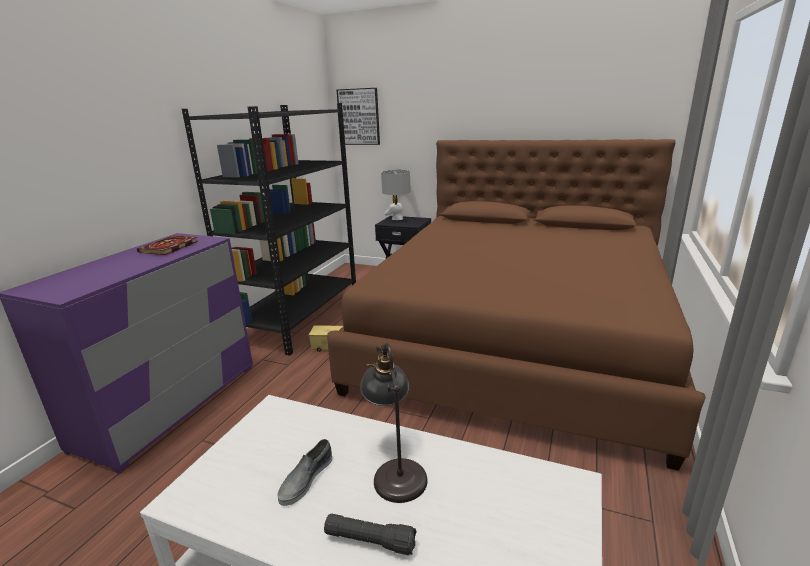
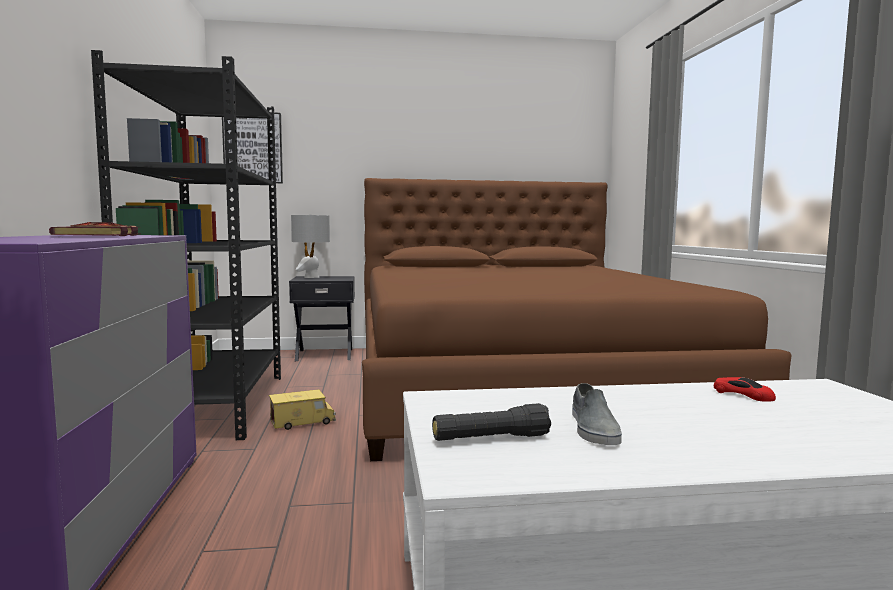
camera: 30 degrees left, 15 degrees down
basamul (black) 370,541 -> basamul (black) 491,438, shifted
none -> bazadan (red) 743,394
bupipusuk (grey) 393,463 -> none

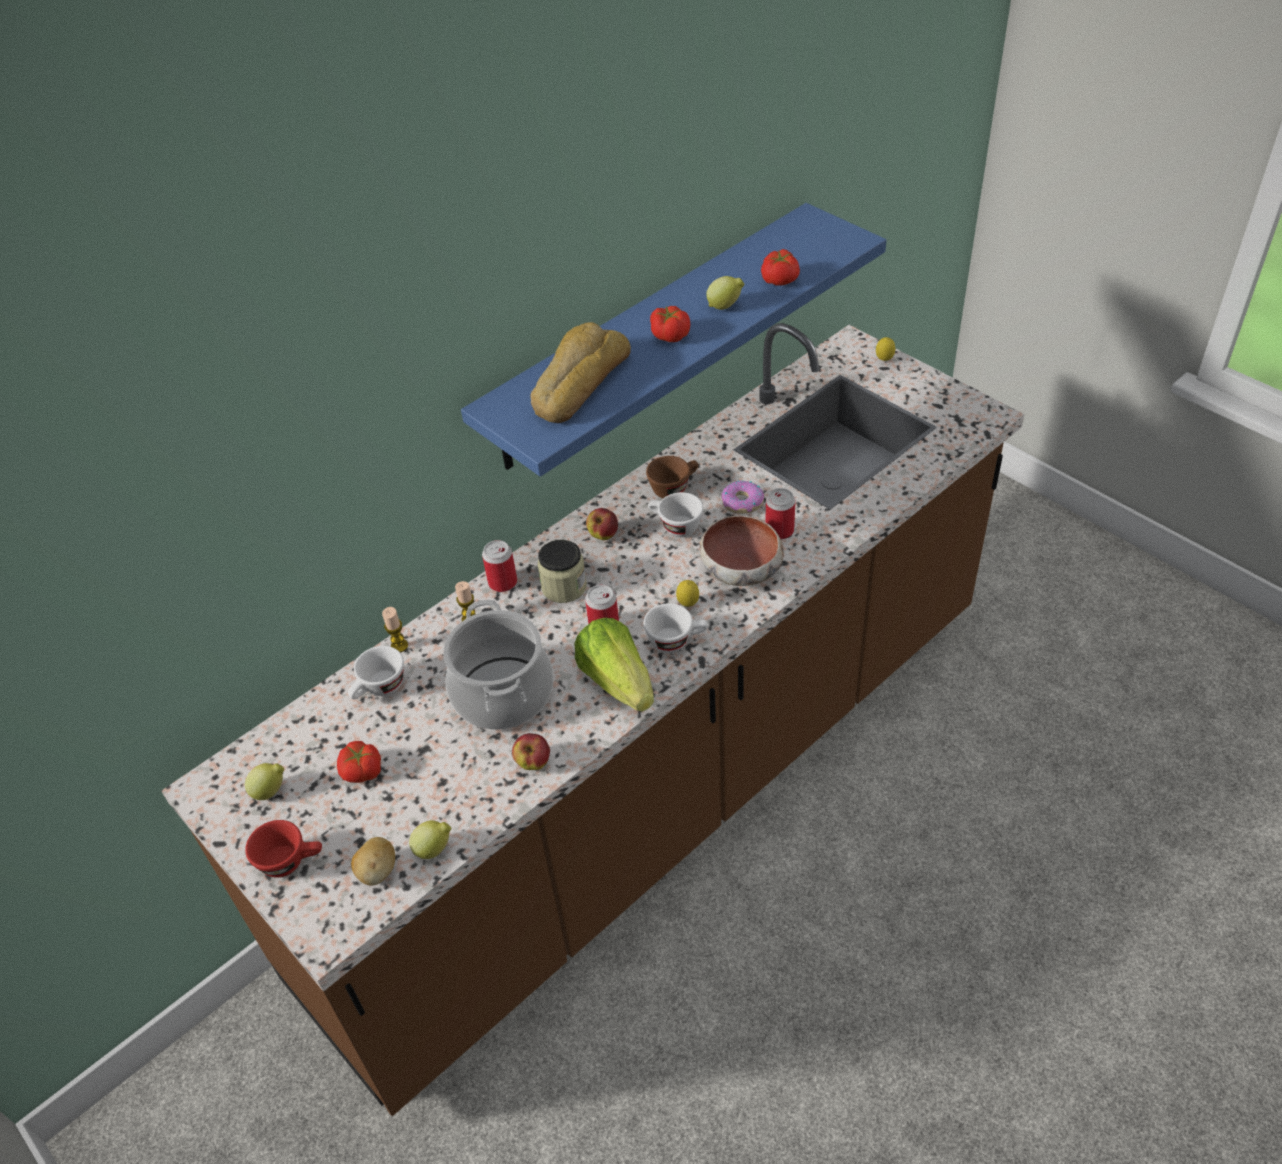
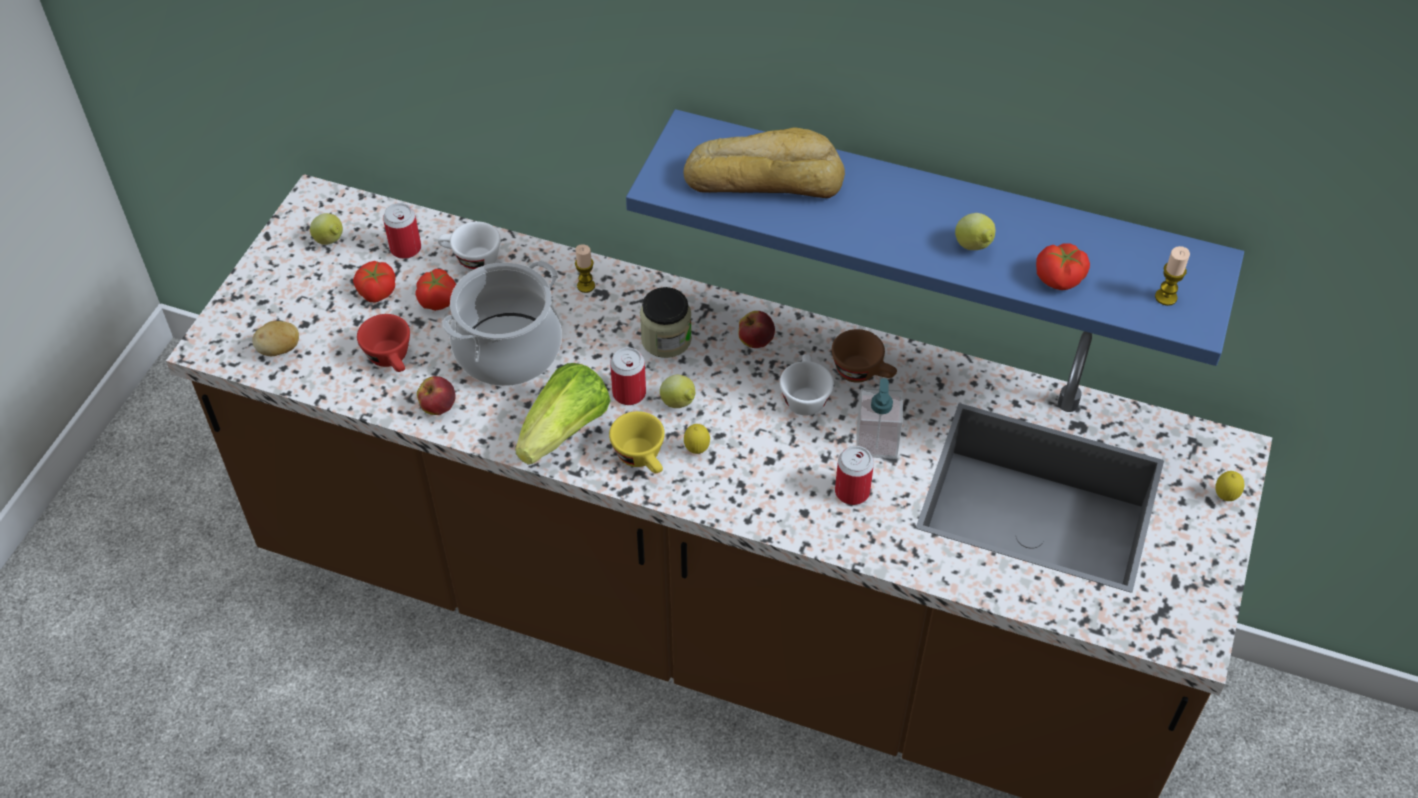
camera: 60 degrees right, 5 degrees up
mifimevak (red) 291,860 -> mifimevak (red) 392,359, shifted
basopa 503,582 -> basopa 405,248, shifted
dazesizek 670,335 -> dazesizek 439,299, shifted
mifimevak (white) 676,640 -> mifimevak (yellow) 643,459
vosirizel 434,849 -> vosirizel 679,404, shifted
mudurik 742,502 -> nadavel 876,442
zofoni 399,646 -> zofoni 1166,297, shifted
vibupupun 742,570 -> none

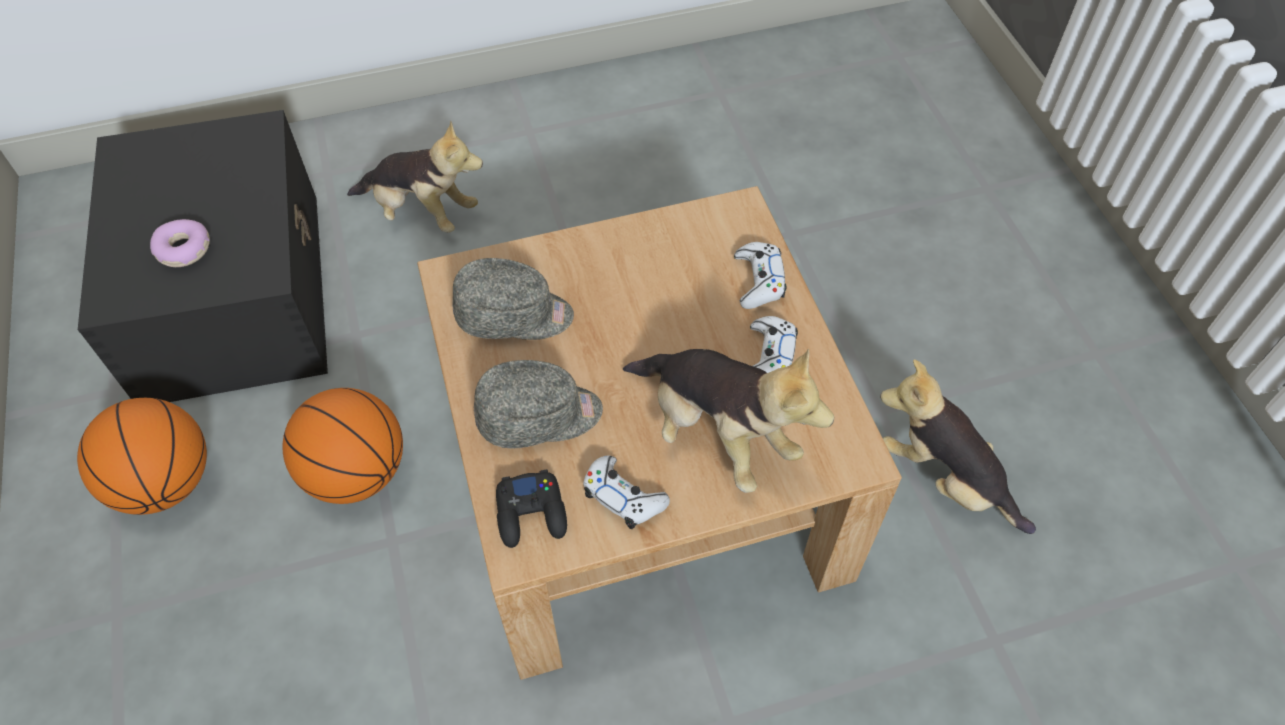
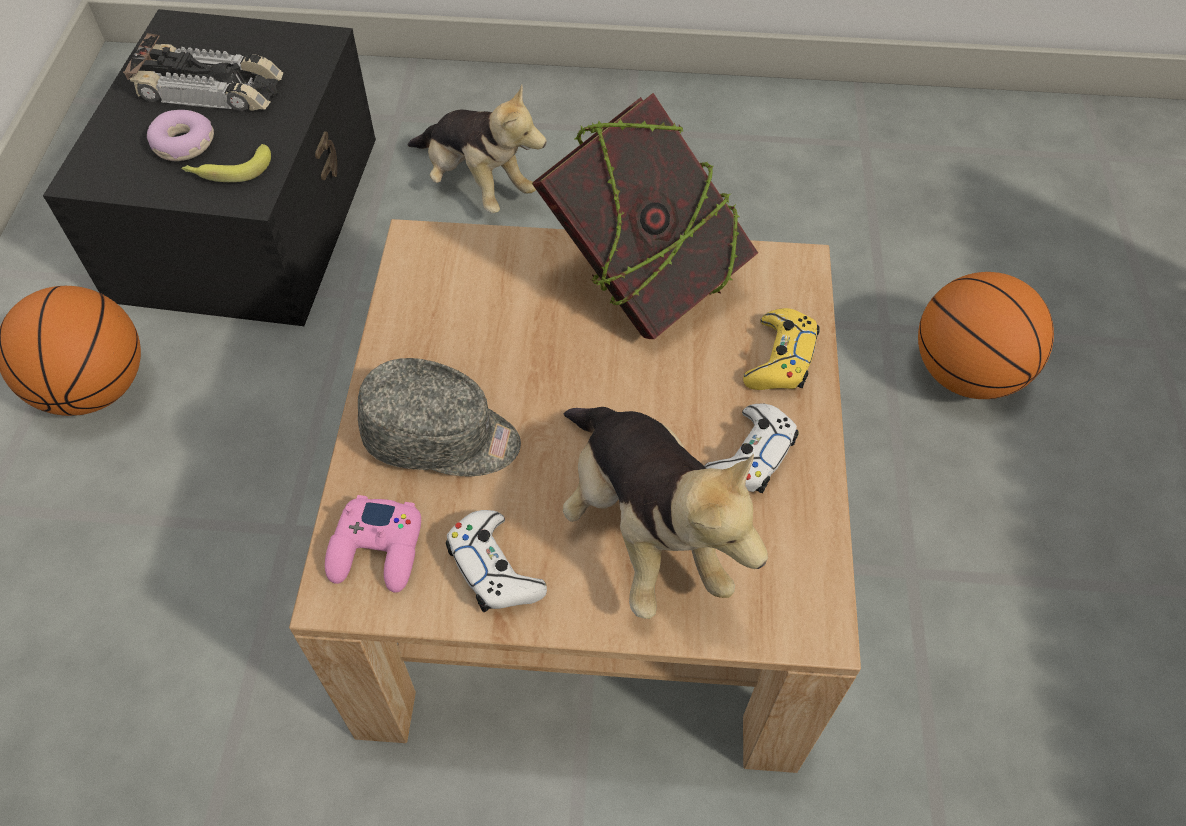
camera: 20 degrees right, 0 degrees up
none -> bazadan 212,88
none -> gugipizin 229,170
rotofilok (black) 532,513 -> rotofilok (pink) 378,550
none -> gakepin 642,282
rotofilok (white) 759,281 -> rotofilok (yellow) 780,359
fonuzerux 356,473 -> fonuzerux 965,373, shifted
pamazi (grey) 514,315 -> none
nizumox 944,478 -> none

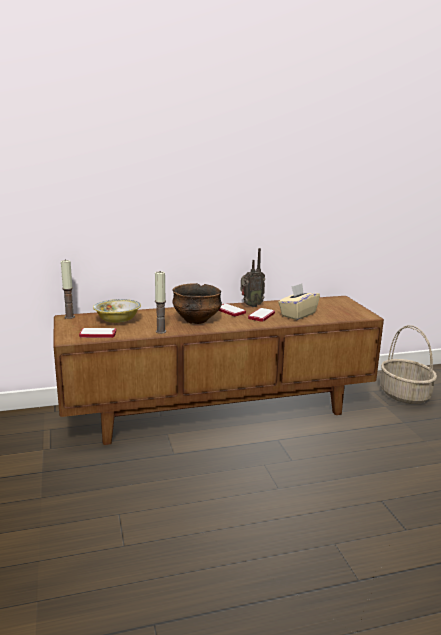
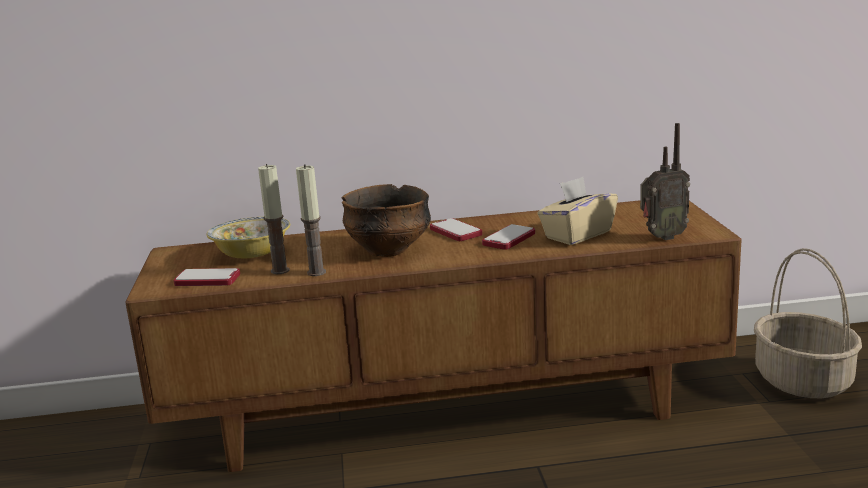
camera: 10 degrees right, 0 degrees up
zofoni 69,317 -> zofoni 280,271, shifted
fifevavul 250,305 -> fifevavul 661,237, shifted

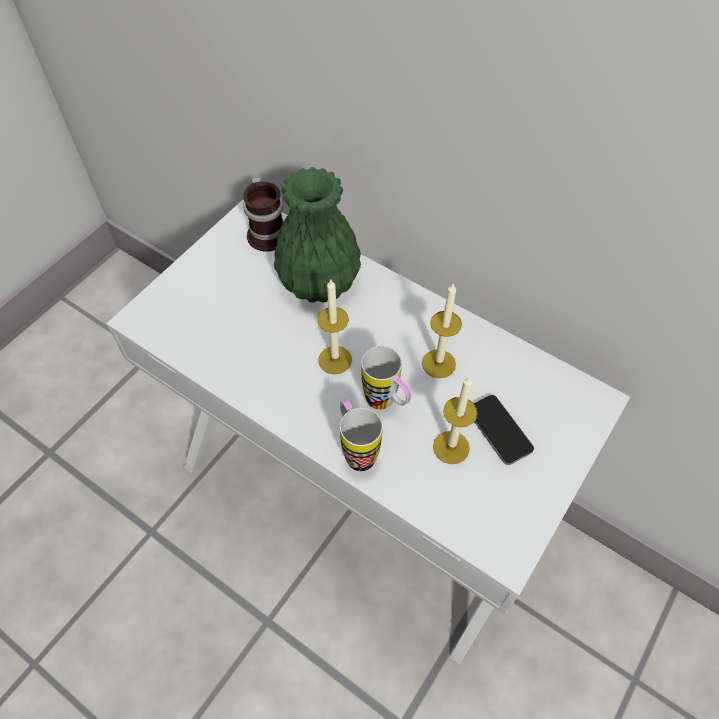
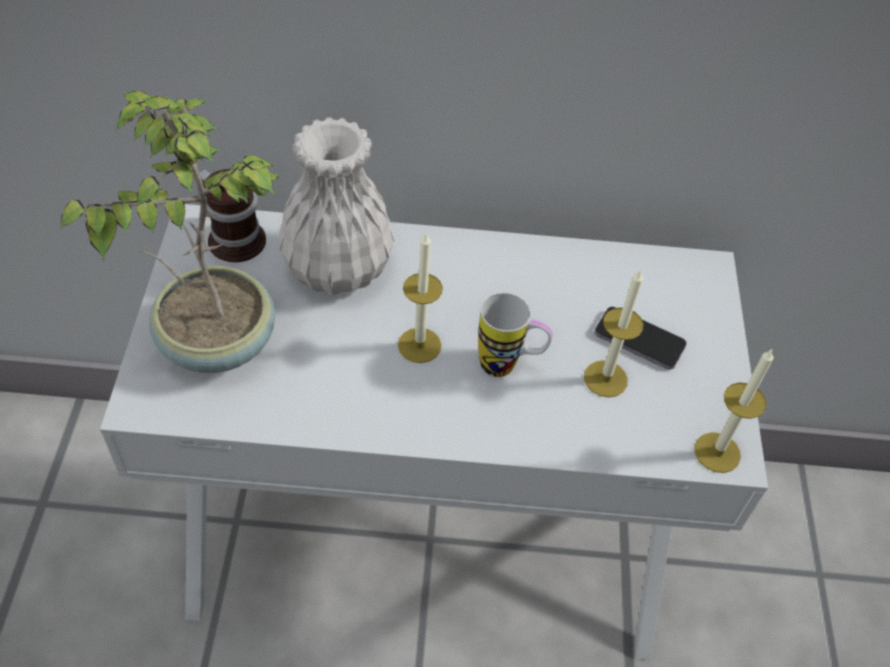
camera: 35 degrees left, 5 degrees down
none -> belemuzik 215,340
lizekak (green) 319,282 -> lizekak (white) 339,269
zofoni 438,363 -> zofoni 717,452, shifted
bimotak 356,450 -> none

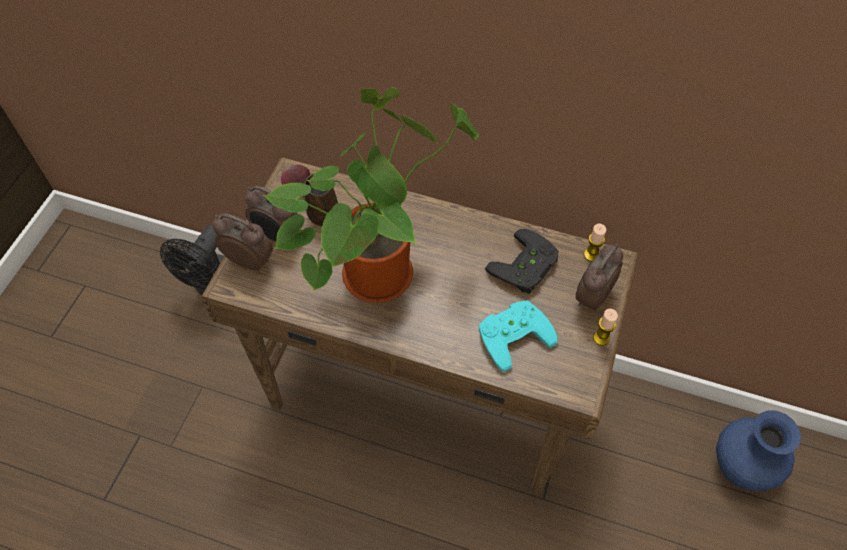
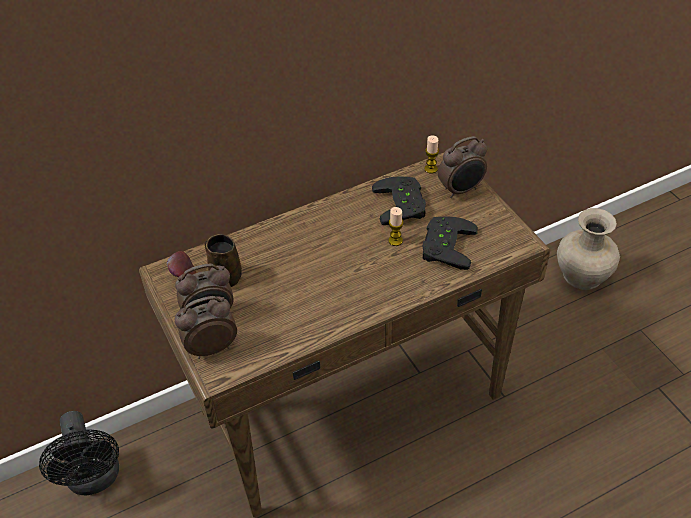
camera: 45 degrees left, 10 degrees down
zofoni 601,338 -> zofoni 395,241, shifted
rotofilok (turquoise) 512,333 -> rotofilok (black) 444,245
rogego 591,297 -> rogego 461,190, 105 degrees counterclockwise
lizekak (blue) 743,465 -> lizekak (beige) 582,274
belemuzik 379,268 -> none

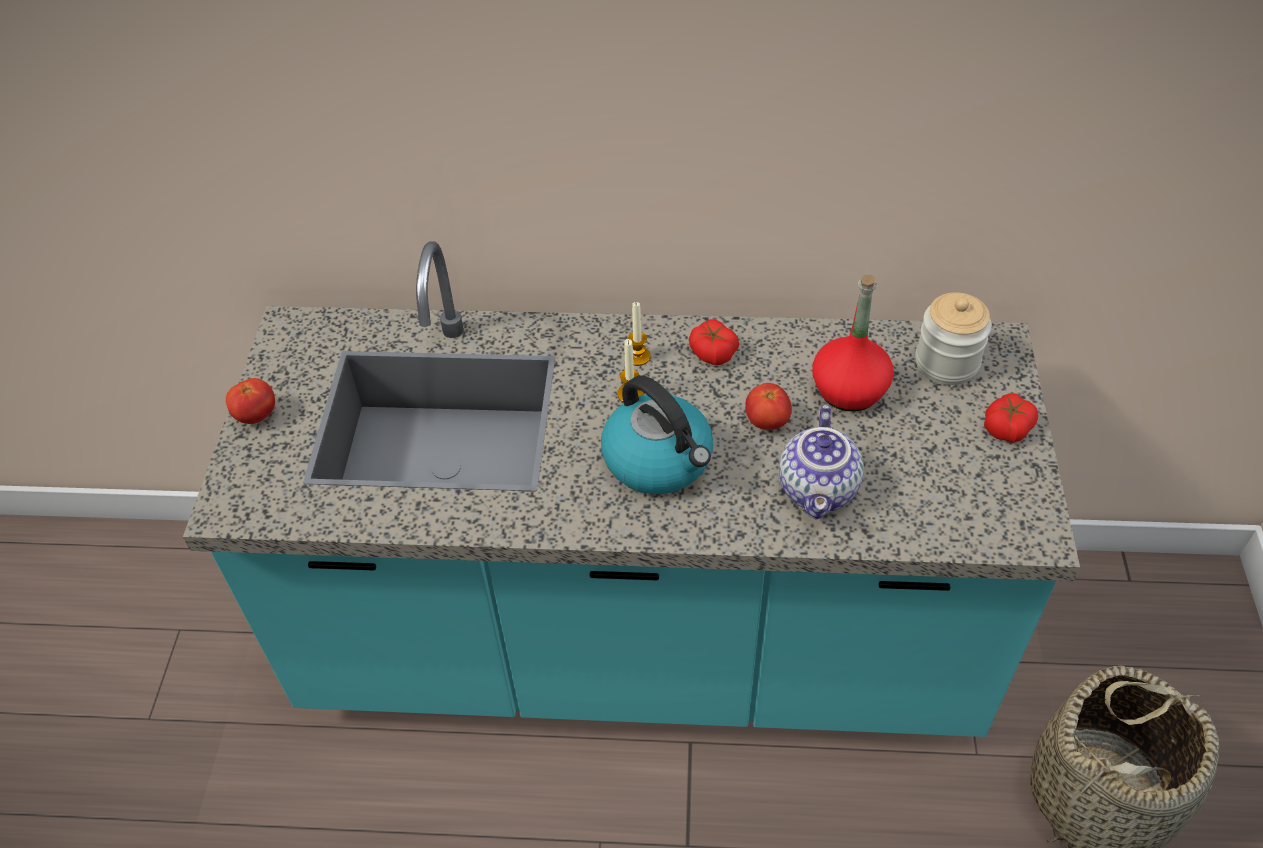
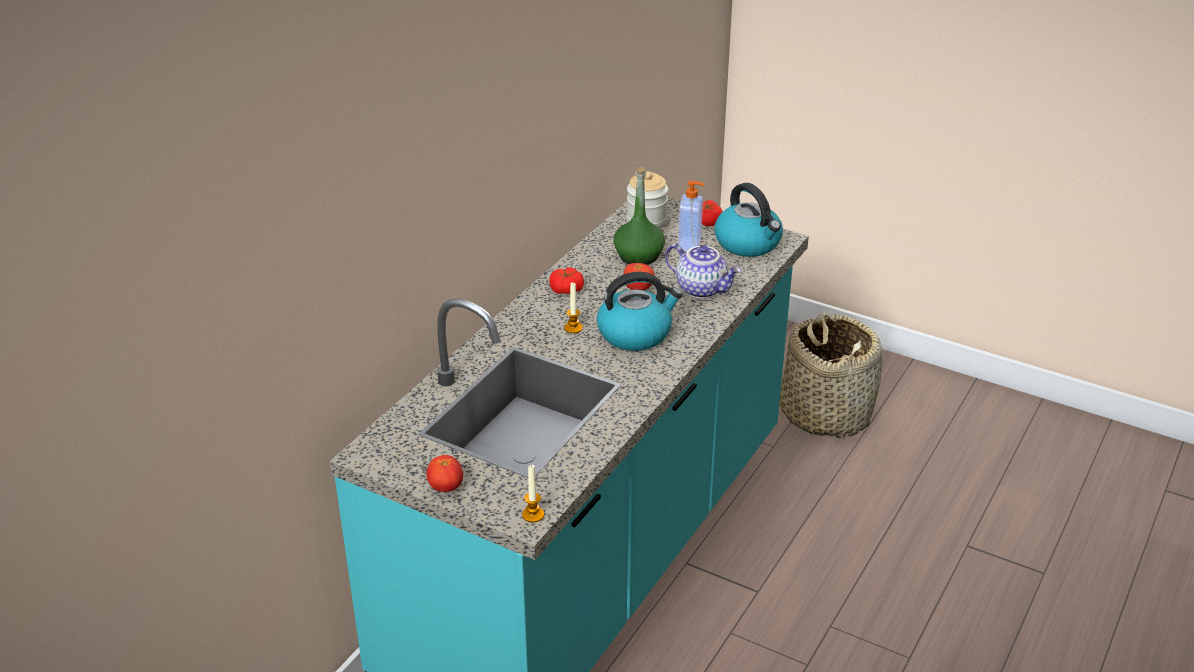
camera: 65 degrees left, 15 degrees down
zofoni 637,356 -> zofoni 533,515, shifted
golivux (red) 849,390 -> golivux (green) 639,256
none -> nadavel 690,245
none -> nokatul 749,243

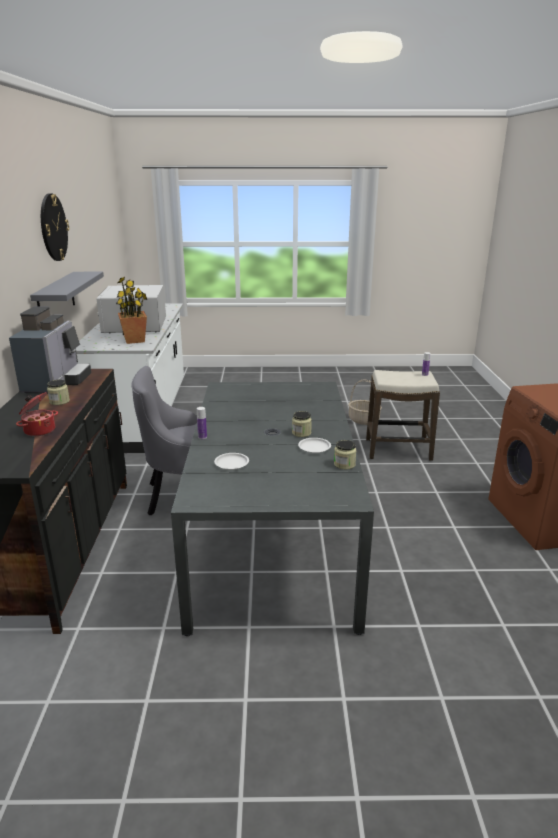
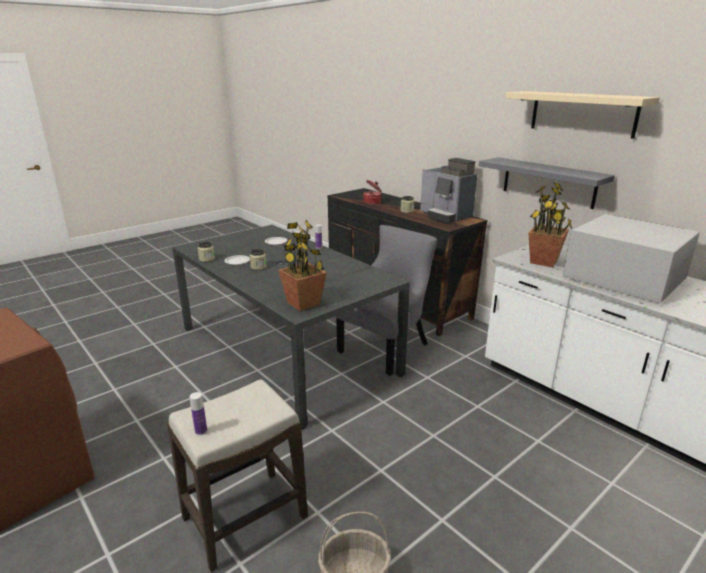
camera: 140 degrees right, 0 degrees up
none -> belemuzik 304,303
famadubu 53,227 -> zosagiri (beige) 582,113

